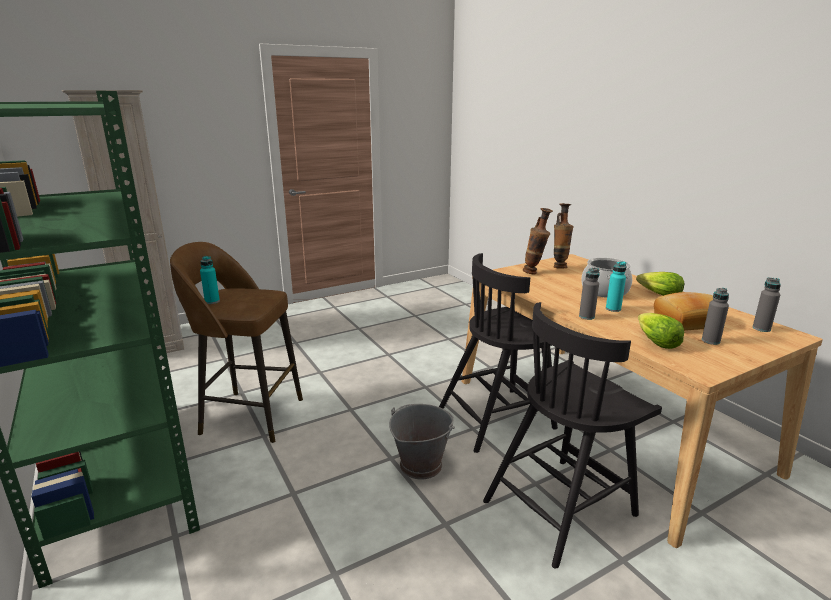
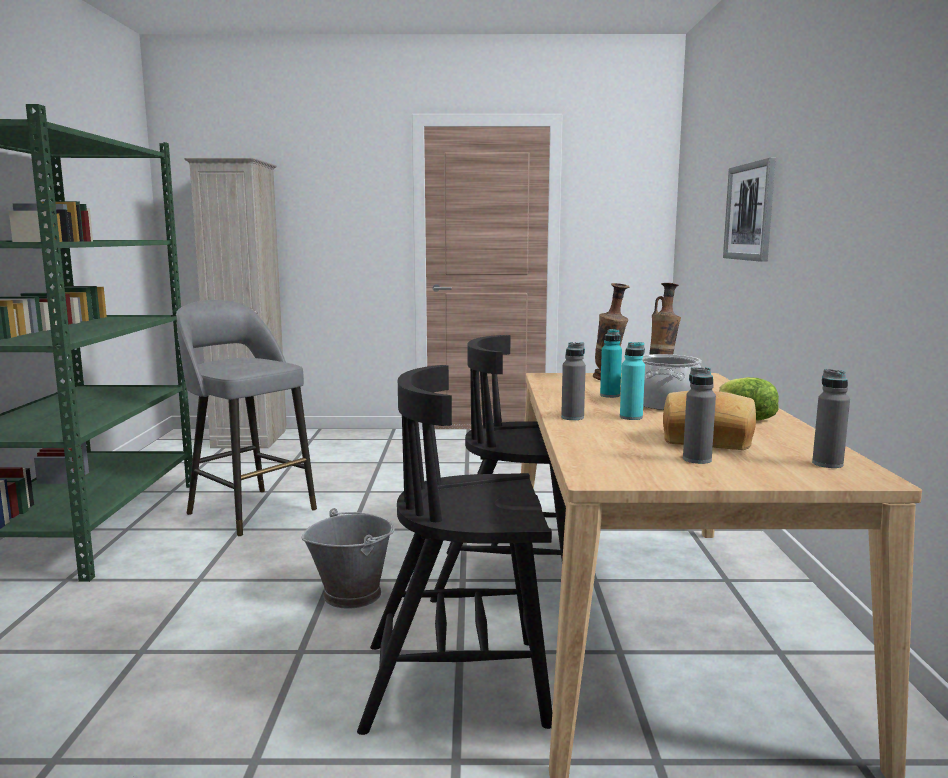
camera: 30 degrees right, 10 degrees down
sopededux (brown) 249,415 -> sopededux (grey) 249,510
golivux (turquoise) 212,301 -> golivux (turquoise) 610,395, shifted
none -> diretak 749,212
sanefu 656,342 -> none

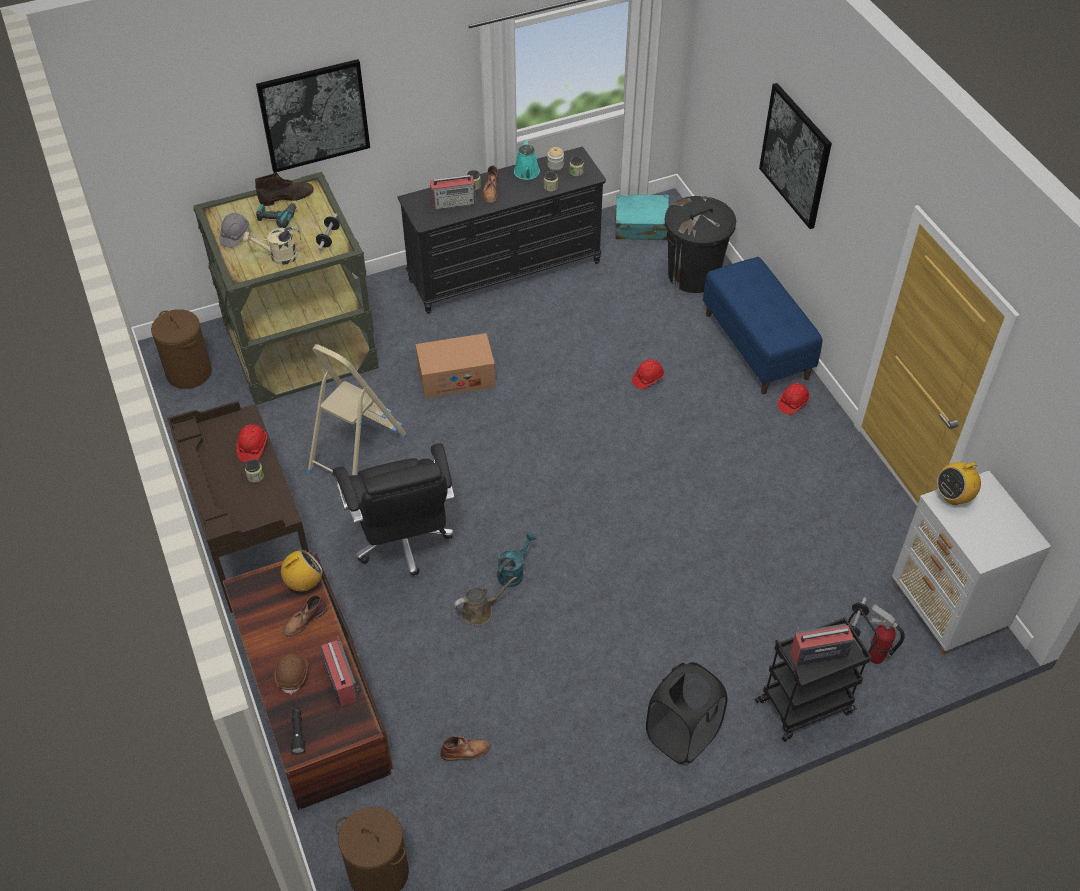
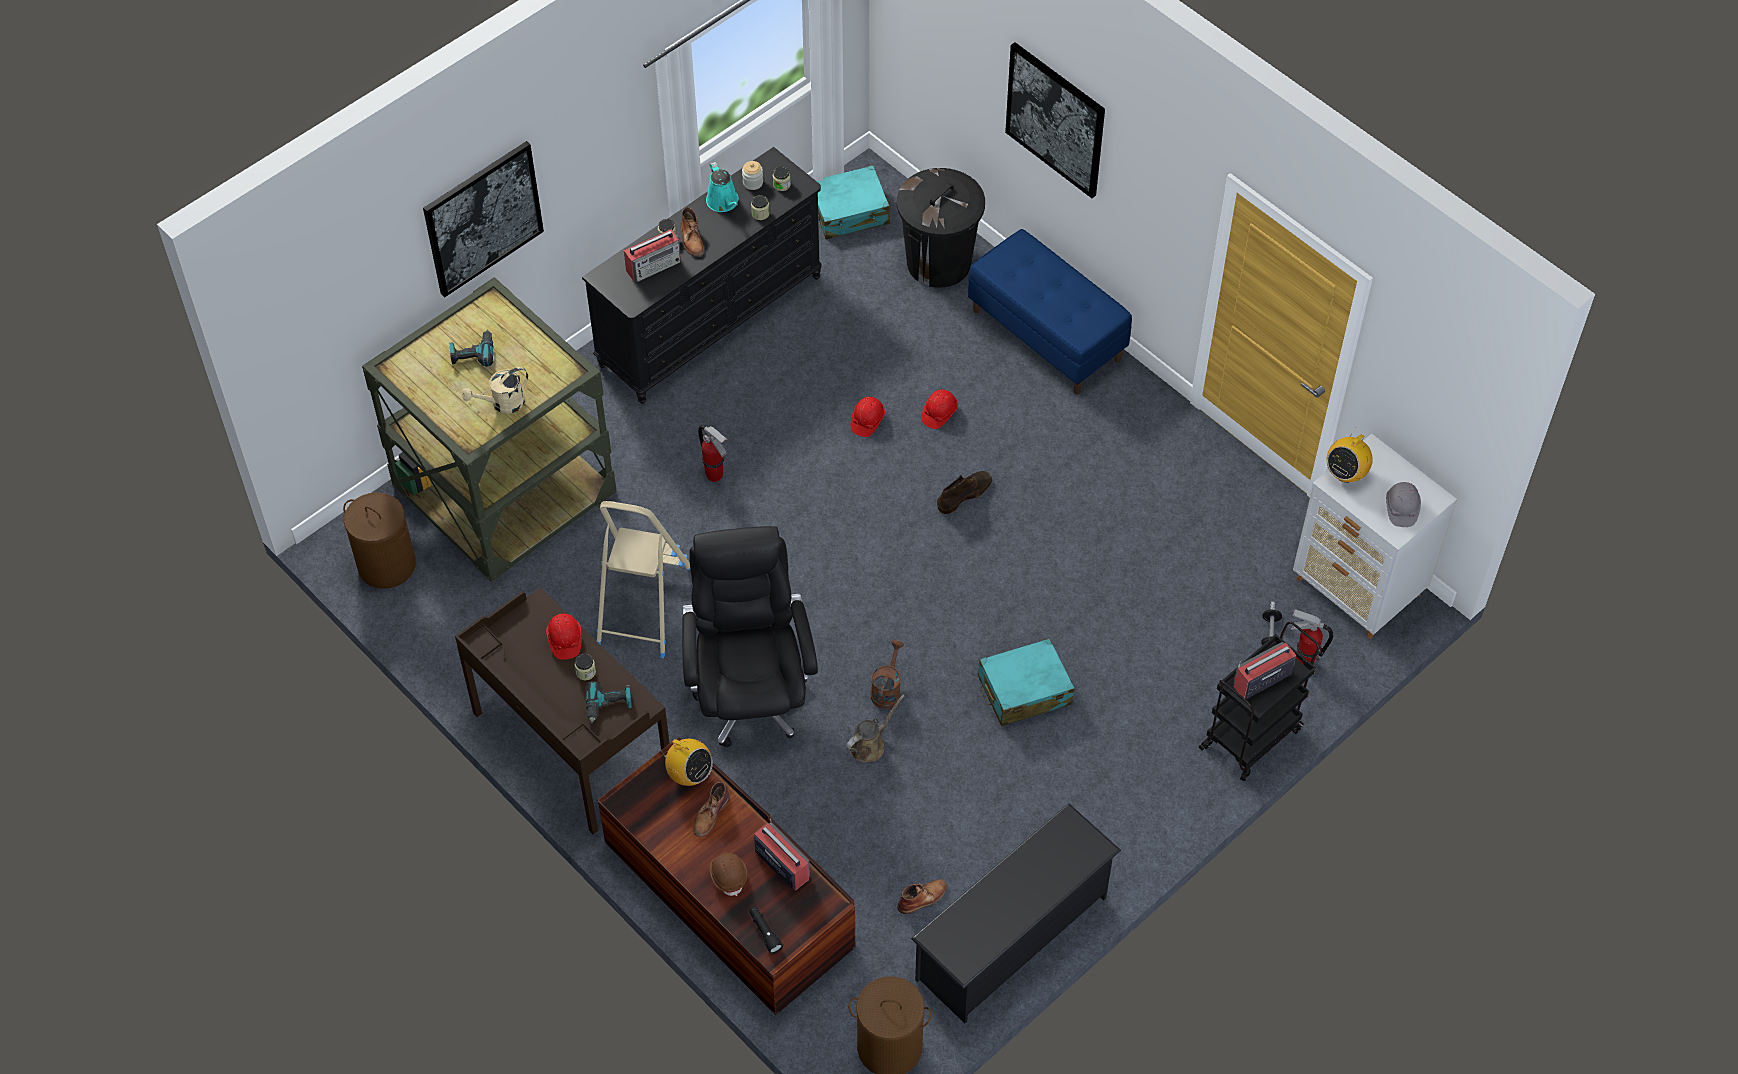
camera: 20 degrees left, 5 degrees up
none -> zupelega 609,705
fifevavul 304,583 -> fifevavul 689,774, 90 degrees clockwise
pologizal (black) 404,544 -> pologizal (black) 750,696, 150 degrees counterclockwise
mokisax 456,377 -> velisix 715,476
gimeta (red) 792,403 -> gimeta (red) 867,421, shifted
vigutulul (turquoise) 513,572 -> vigutulul (brown) 887,689
none -> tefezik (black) 1012,938
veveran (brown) 287,197 -> veveran (brown) 964,494, shifted
none -> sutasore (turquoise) 1024,690
gimeta (grey) 235,236 -> gimeta (grey) 1401,509, shifted
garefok 328,238 -> none
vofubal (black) 682,735 -> none

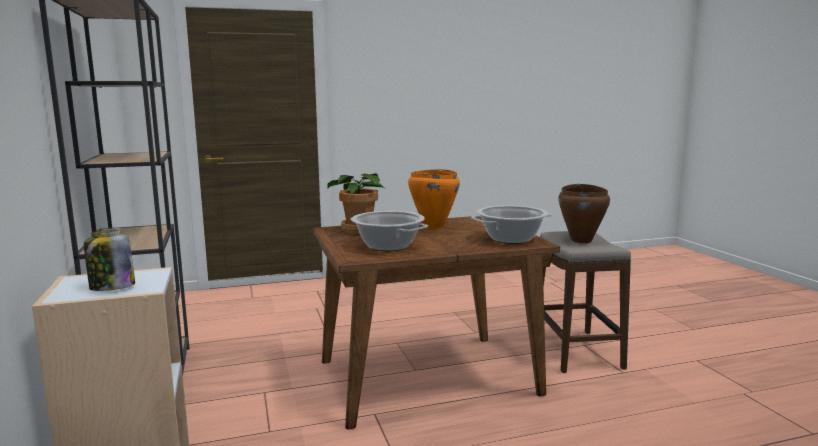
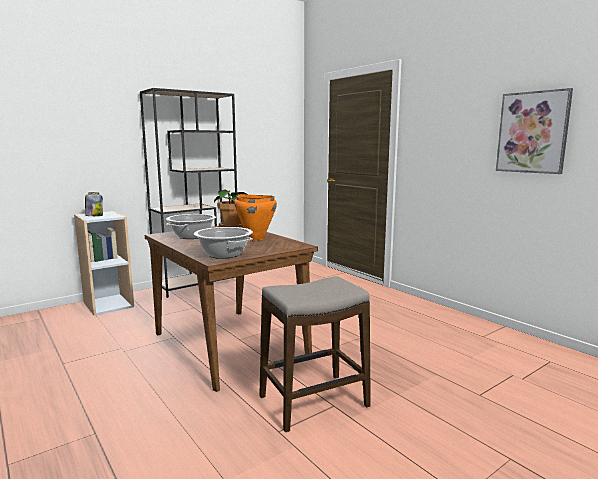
camera: 70 degrees right, 0 degrees up
none -> diretak 532,132
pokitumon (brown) 581,240 -> none

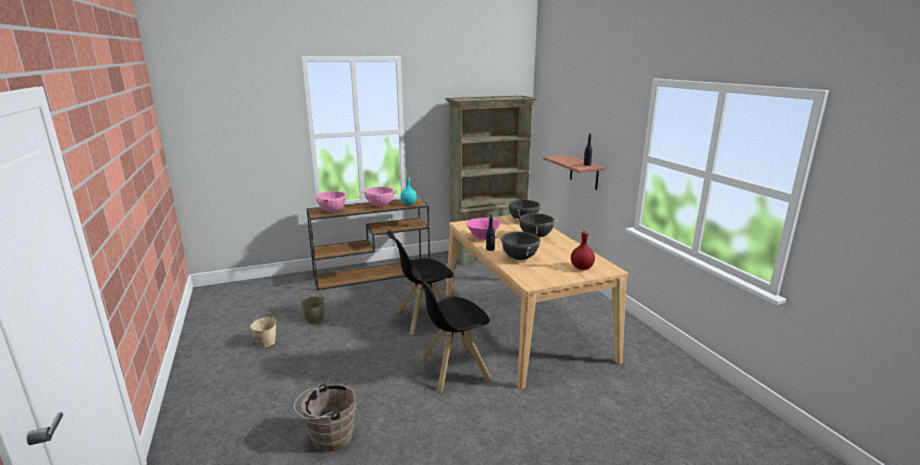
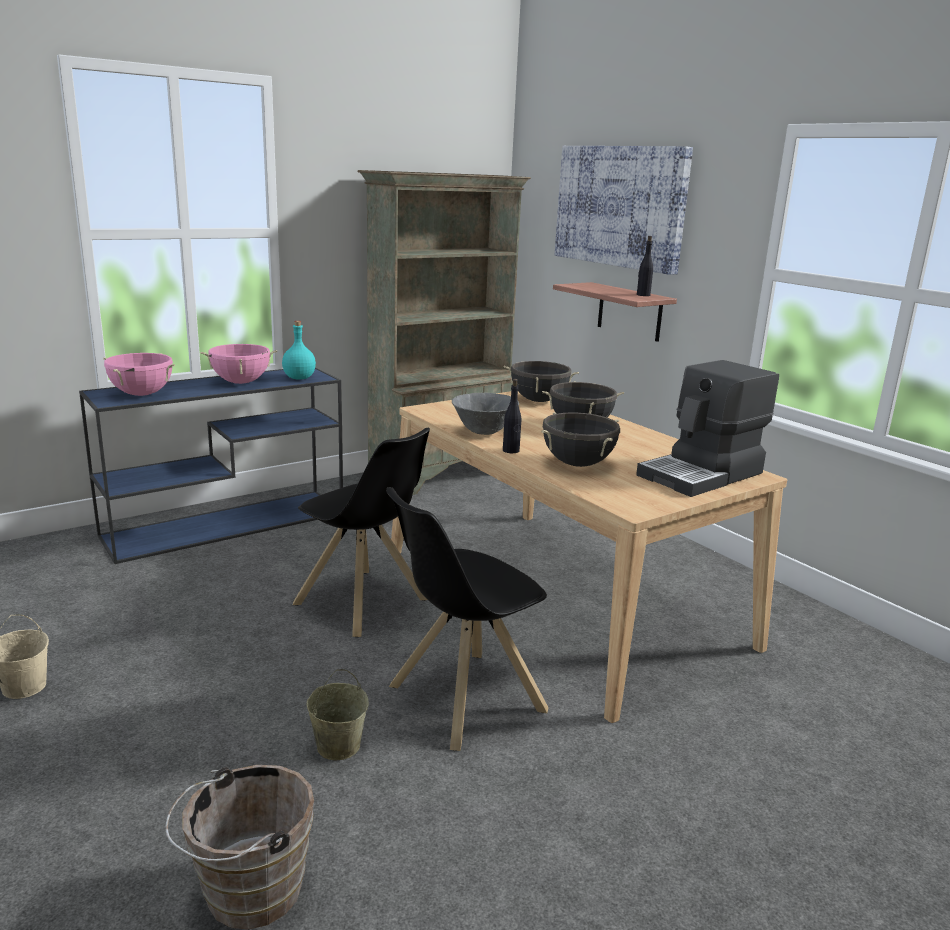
camera: 15 degrees left, 0 degrees up
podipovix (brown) 373,274 -> podipovix (blue) 228,524
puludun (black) 423,318 -> puludun (black) 364,603, 105 degrees counterclockwise
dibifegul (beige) 314,319 -> dibifegul (beige) 338,745, shifted
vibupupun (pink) 483,238 -> vibupupun (grey) 483,432
none -> diretak 621,206
golivux (red) 582,268 -> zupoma 702,475

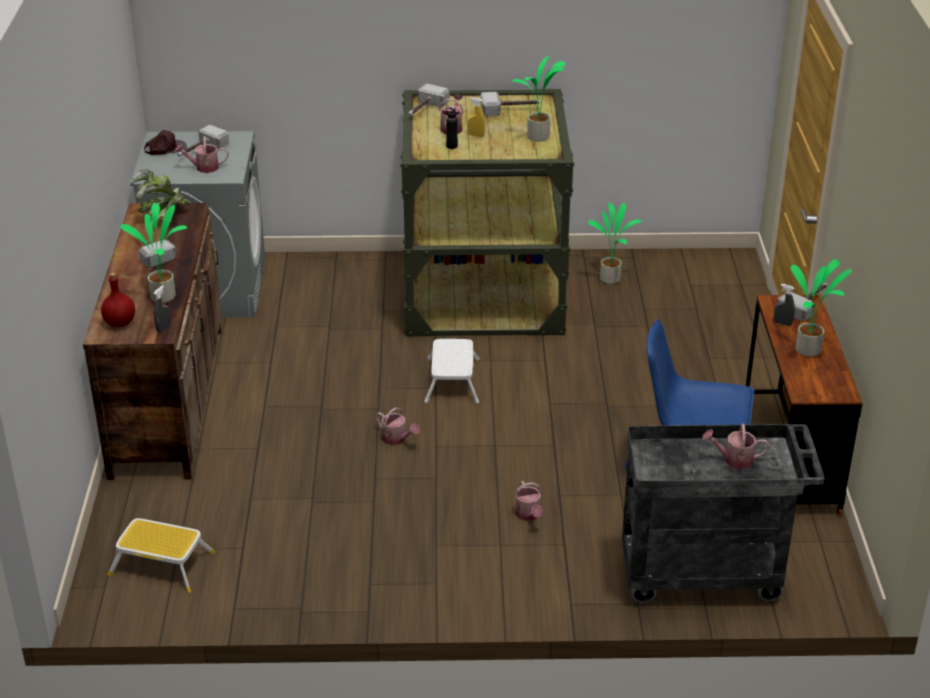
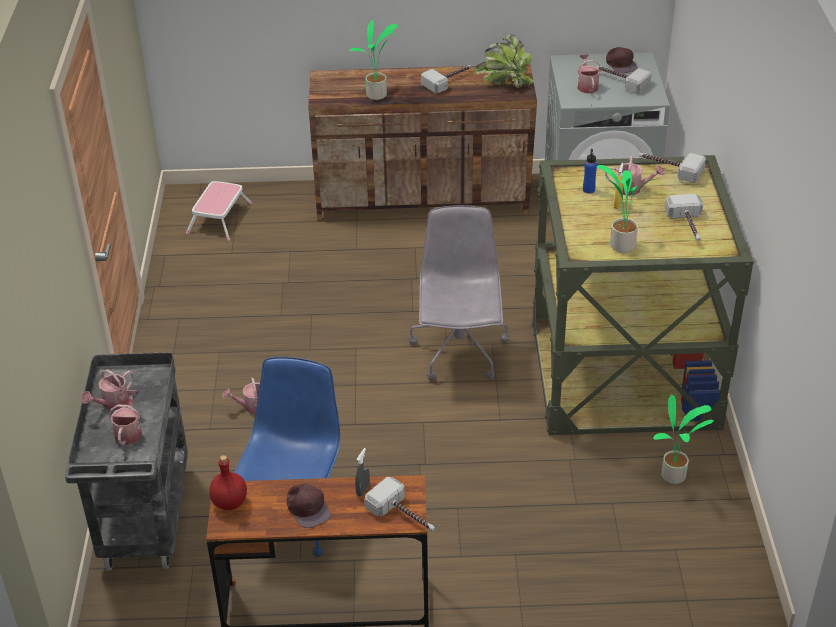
camera: 90 degrees right, 5 degrees up
vigutulul 397,439 -> vigutulul 112,403, shifted
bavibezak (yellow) 161,564 -> bavibezak (pink) 219,218
golivux (red) 120,322 -> golivux (red) 230,503, shifted
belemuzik 810,350 -> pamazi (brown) 308,507
bavibezak (white) 453,380 -> pologizal (grey) 459,355
golivux (black) 451,146 -> golivux (blue) 588,190
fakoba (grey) 163,328 -> none

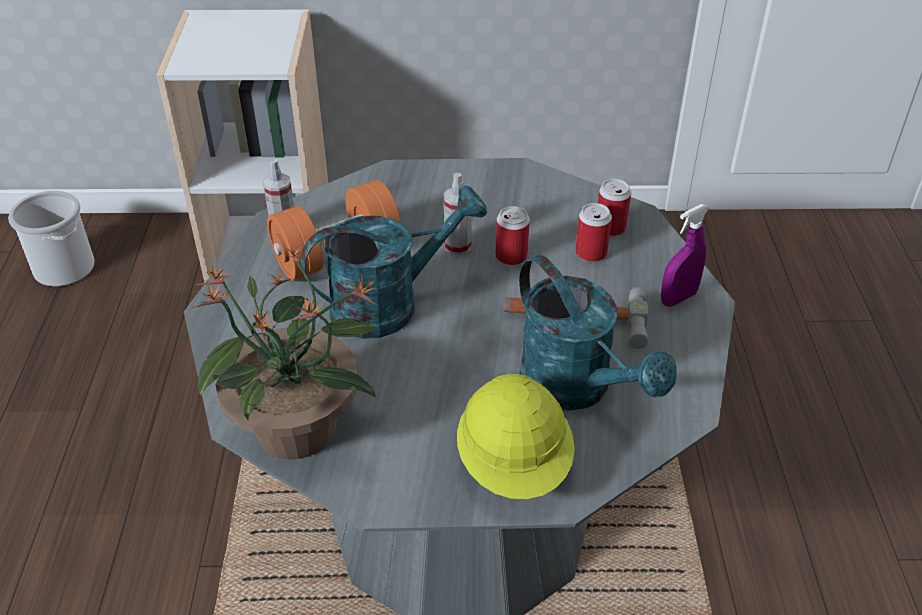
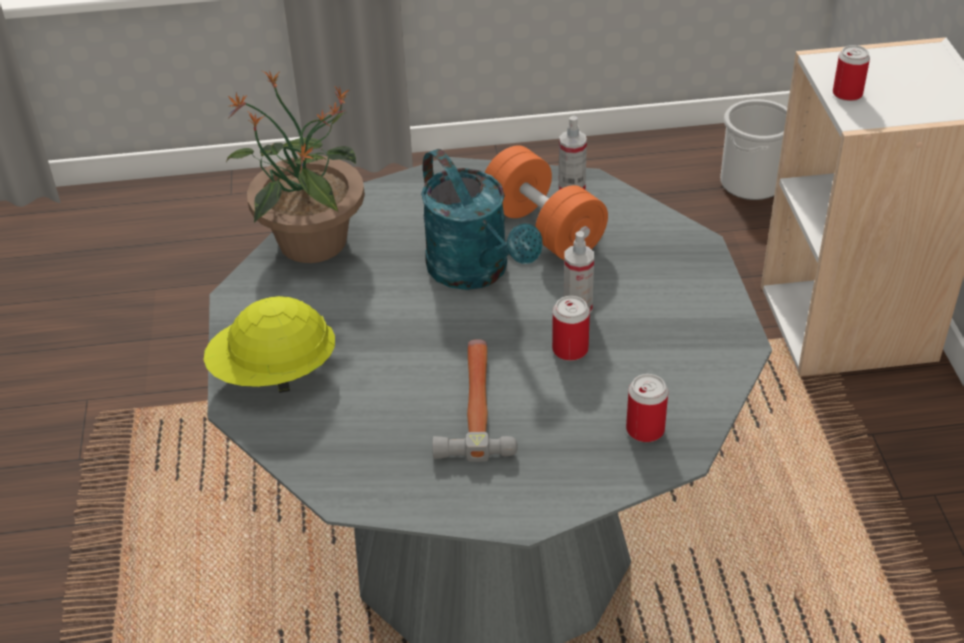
camera: 85 degrees right, 0 degrees up
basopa 591,253 -> basopa 847,94, shifted
vigutulul (turquoise) 577,388 -> none
fakoba (purple) 678,298 -> none

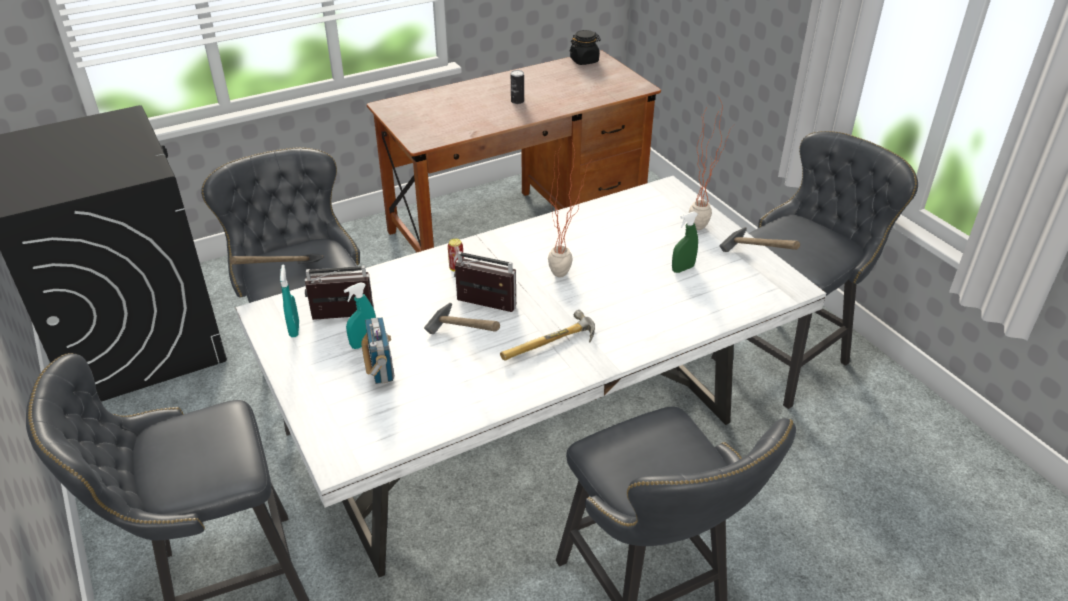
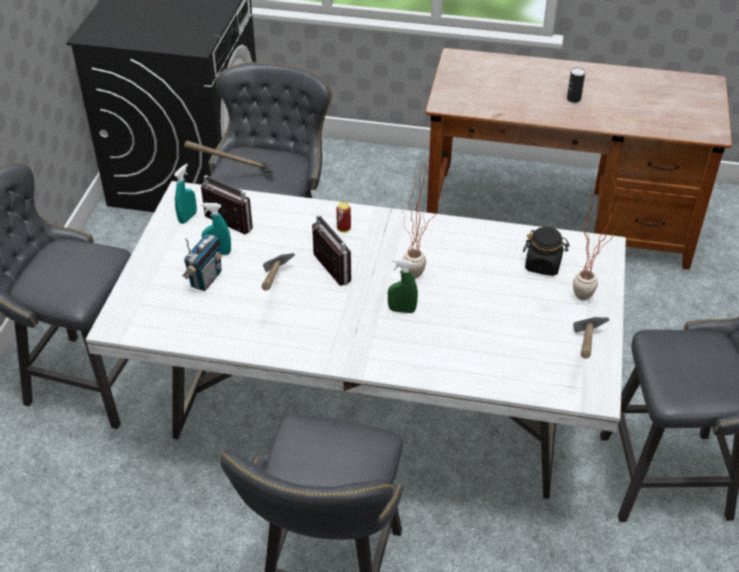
camera: 40 degrees right, 5 degrees up
fakoba (green) 682,269 -> fakoba (green) 402,310, shifted
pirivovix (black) 584,60 -> pirivovix (black) 543,265, shifted
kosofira 551,346 -> none

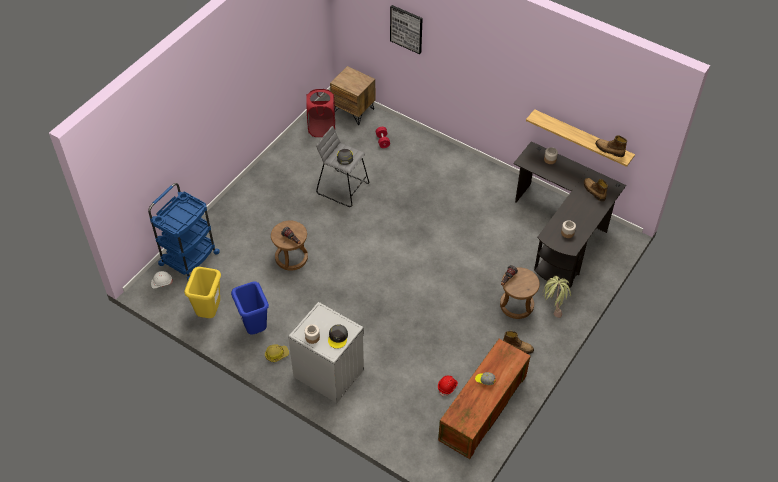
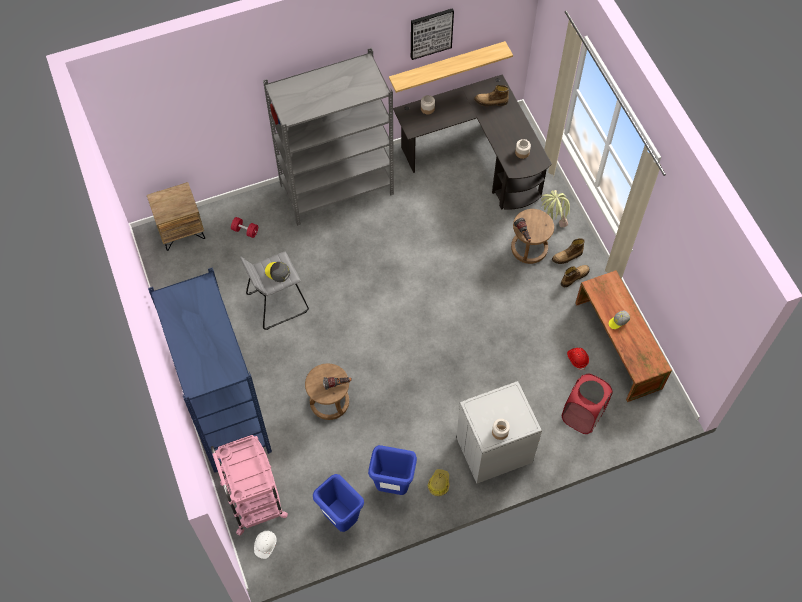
camera: 55 degrees left, 10 degrees up
none -> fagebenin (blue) 226,412
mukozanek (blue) 189,259 -> mukozanek (pink) 254,500
none -> fagebenin (grey) 336,189
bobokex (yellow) 209,312 -> bobokex (blue) 341,518
diretak 406,29 -> diretak 431,33, shifted
veveran 609,150 -> veveran 567,257, shifted
vofubal (red) 322,128 -> vofubal (red) 582,415, shifted
pamazi (grey) 338,337 -> none

